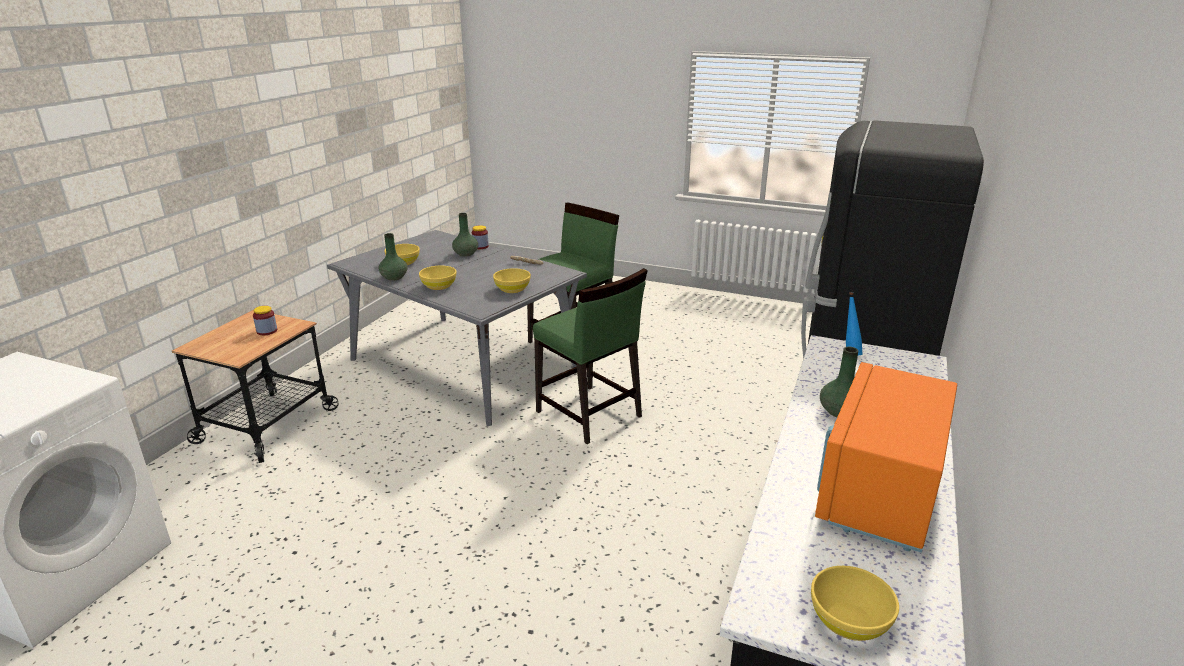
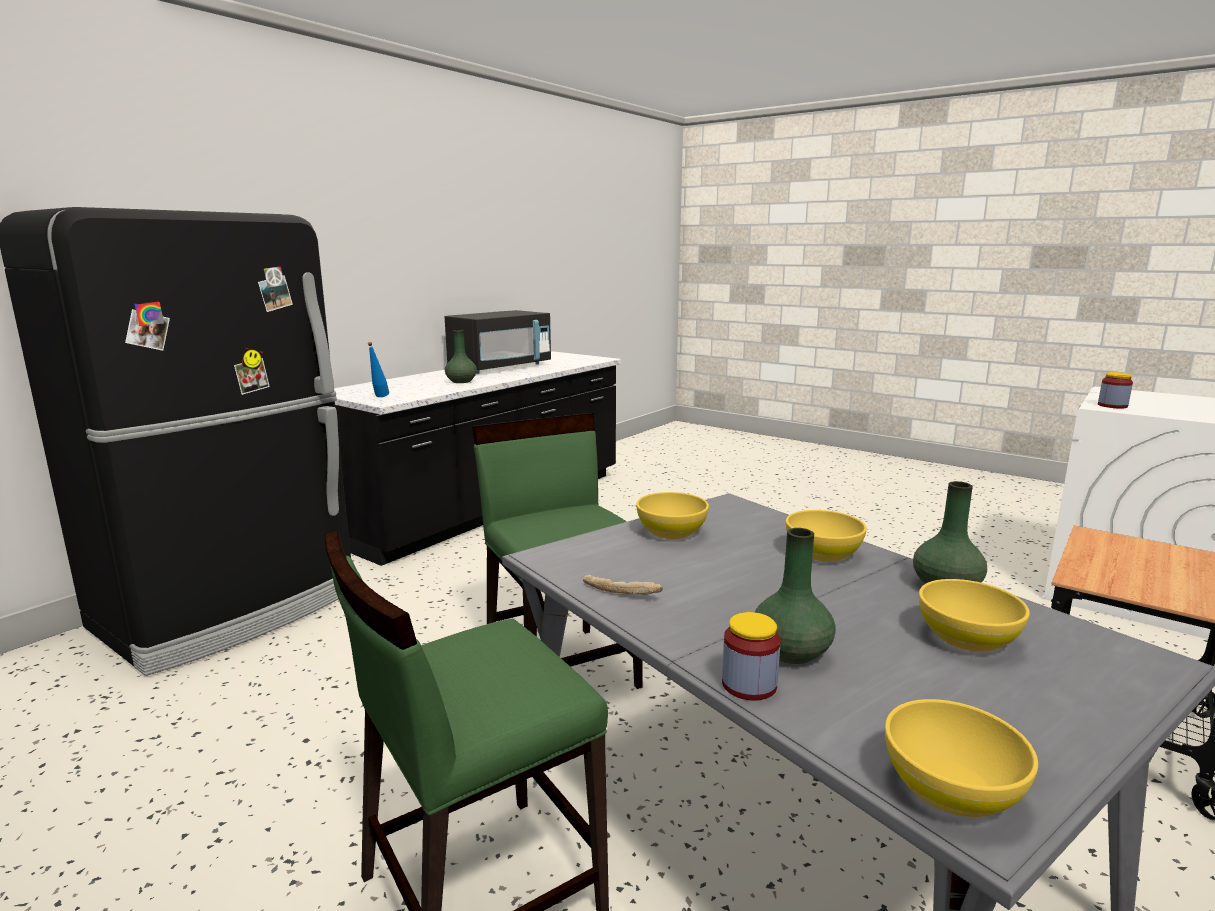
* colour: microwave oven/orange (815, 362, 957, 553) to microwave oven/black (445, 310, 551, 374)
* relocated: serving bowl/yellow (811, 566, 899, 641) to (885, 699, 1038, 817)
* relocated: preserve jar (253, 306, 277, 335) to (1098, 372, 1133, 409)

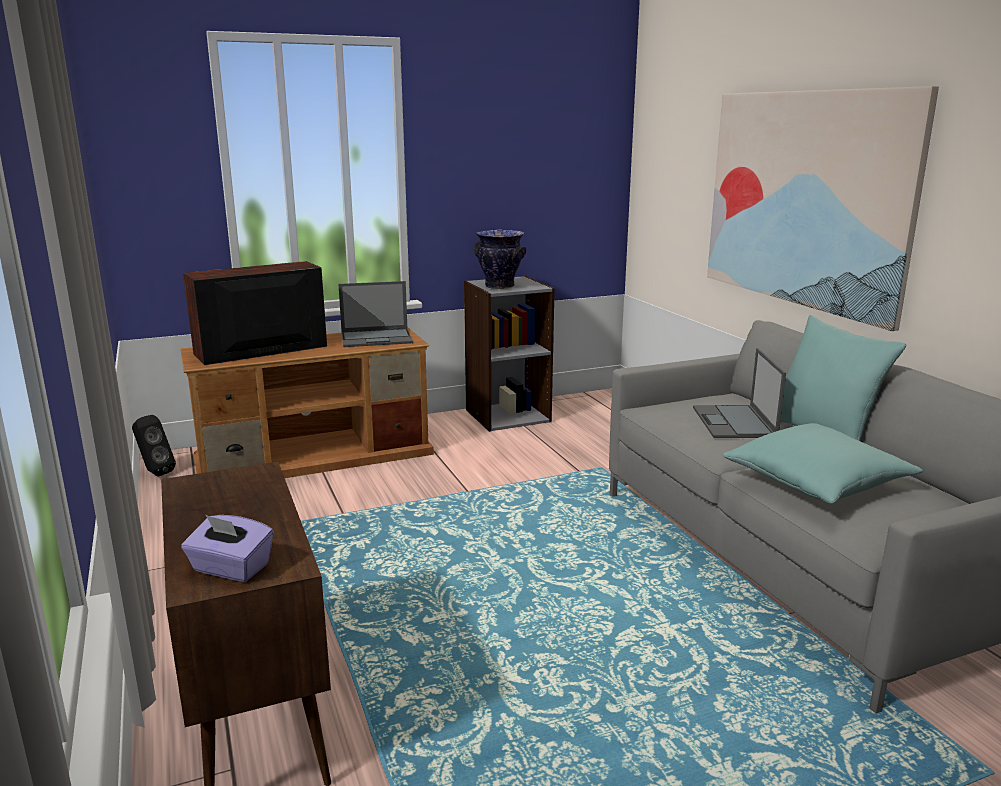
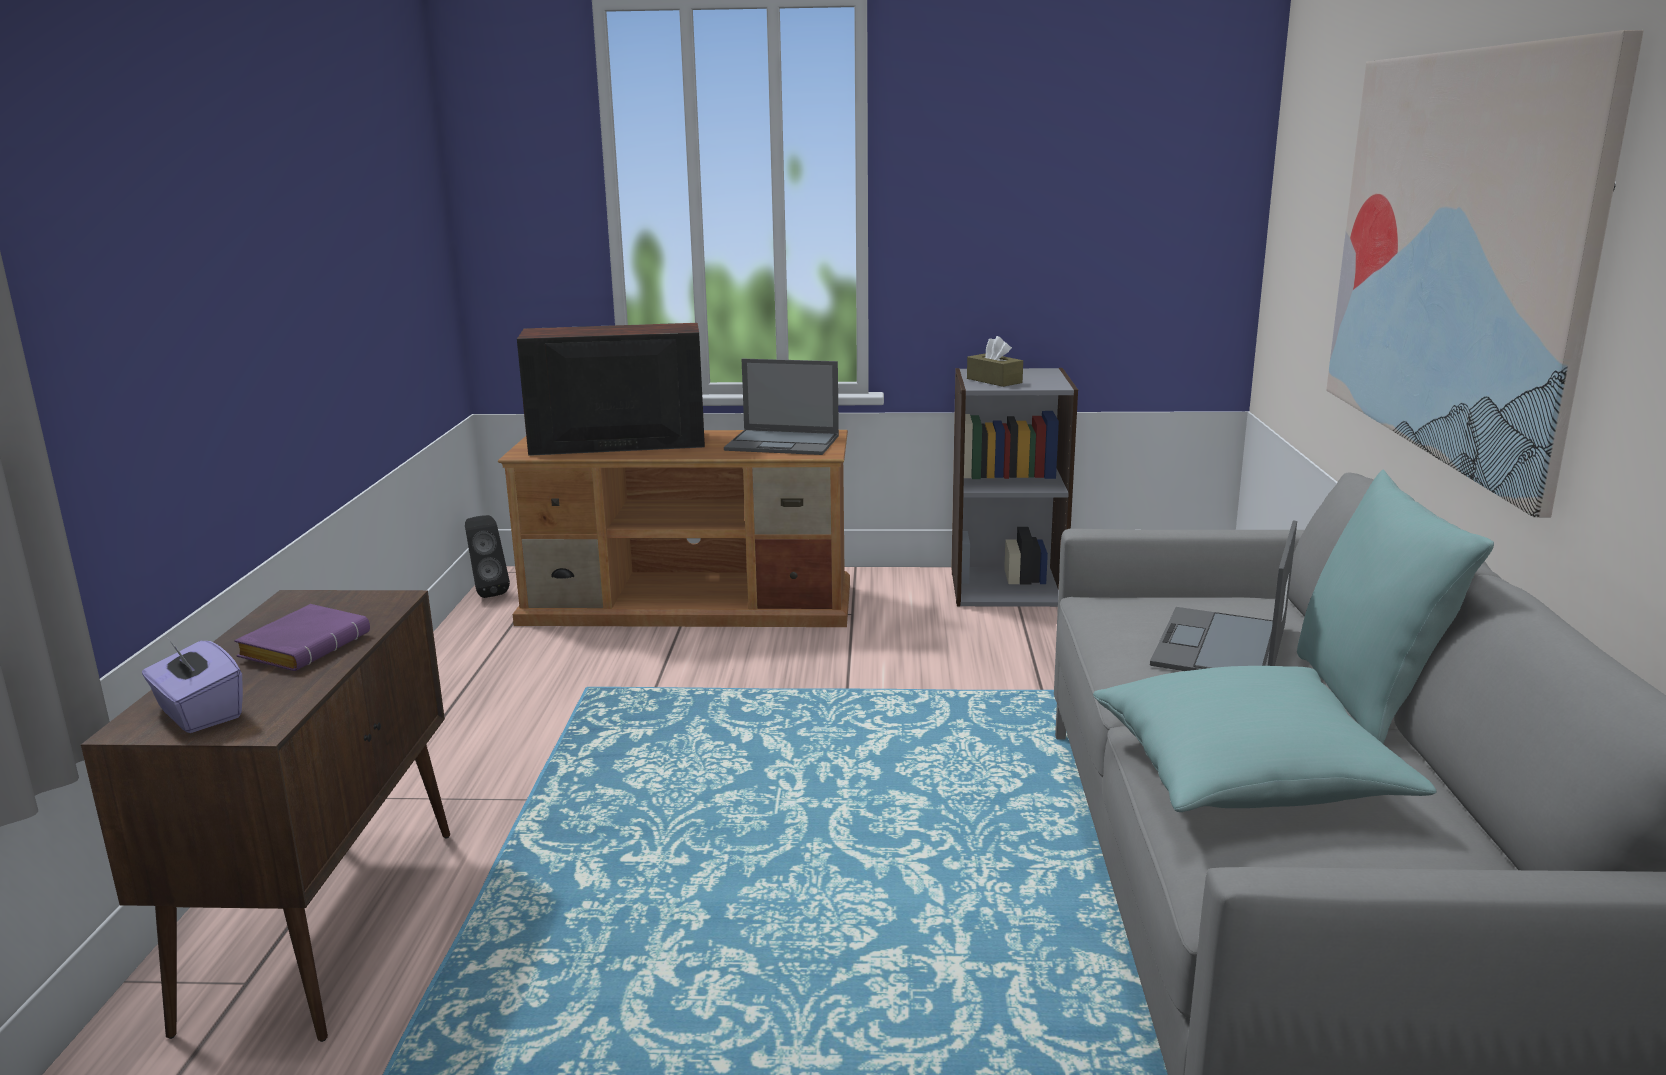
* appeared: bound book/purplish (234, 604, 370, 671)
* exchanged: decorative vase (474, 229, 526, 289) to tissue holder/brown-coloured (967, 336, 1023, 387)

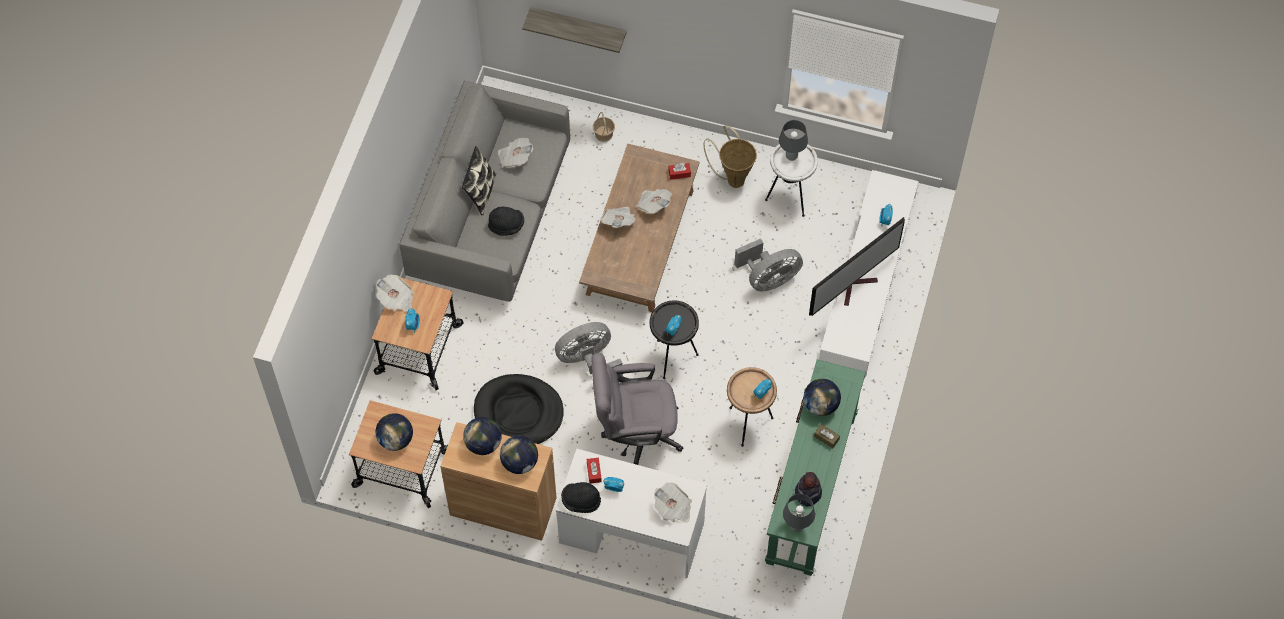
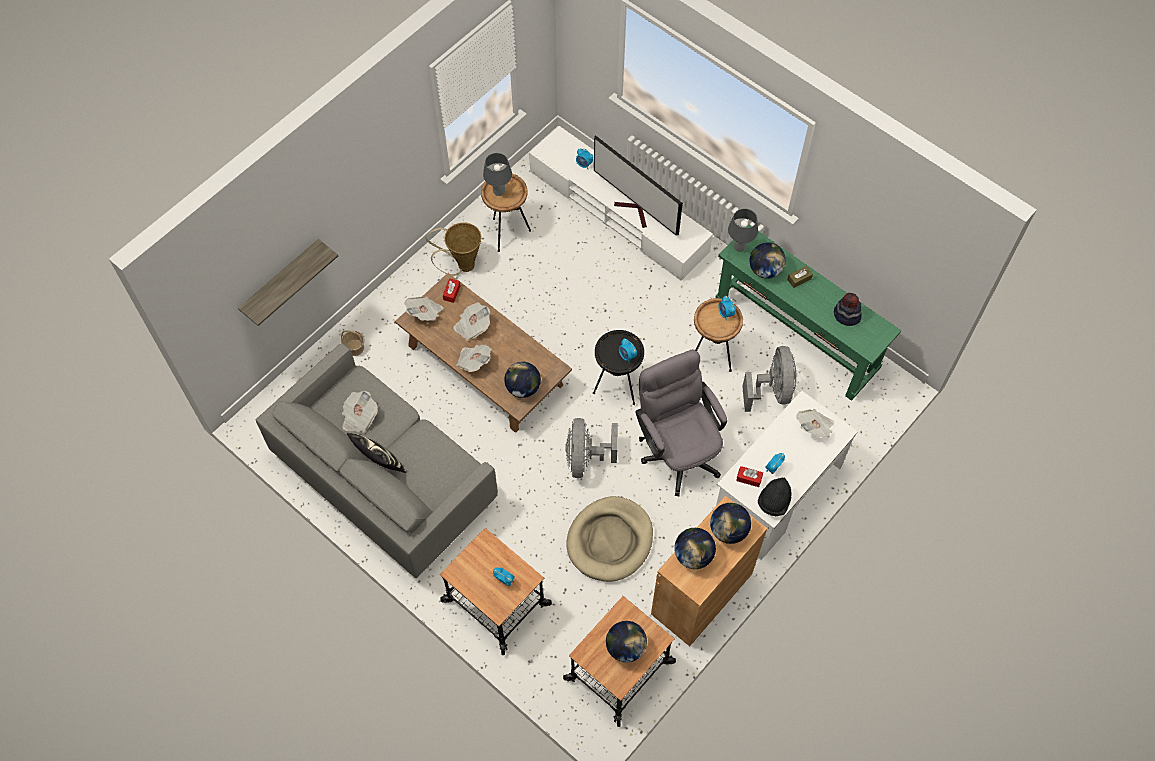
* relocated: printed paper (376, 275, 414, 312) to (404, 297, 444, 321)
* colour: accent table/white-coloured (765, 144, 818, 217) to accent table/brown-coloured (481, 174, 531, 252)
* appeared: world globe (504, 362, 541, 398)
* colour: dog bed/black (474, 374, 564, 444) to dog bed/beige (566, 496, 653, 582)
* spun: TV (809, 217, 905, 316) = (594, 135, 683, 235) 150 degrees clockwise
* spun: computer chair/grey (591, 353, 683, 465) = (635, 349, 727, 497) 135 degrees clockwise
* relocated: tabletop lamp/grey (783, 493, 815, 532) to (728, 209, 758, 252)
* relocated: cooling fan/grey (734, 238, 803, 292) to (742, 346, 797, 412)
* missing: hat/black (488, 207, 524, 236)

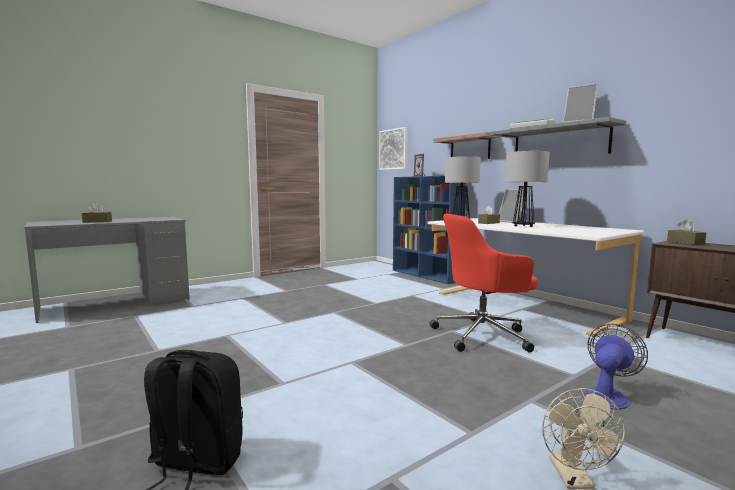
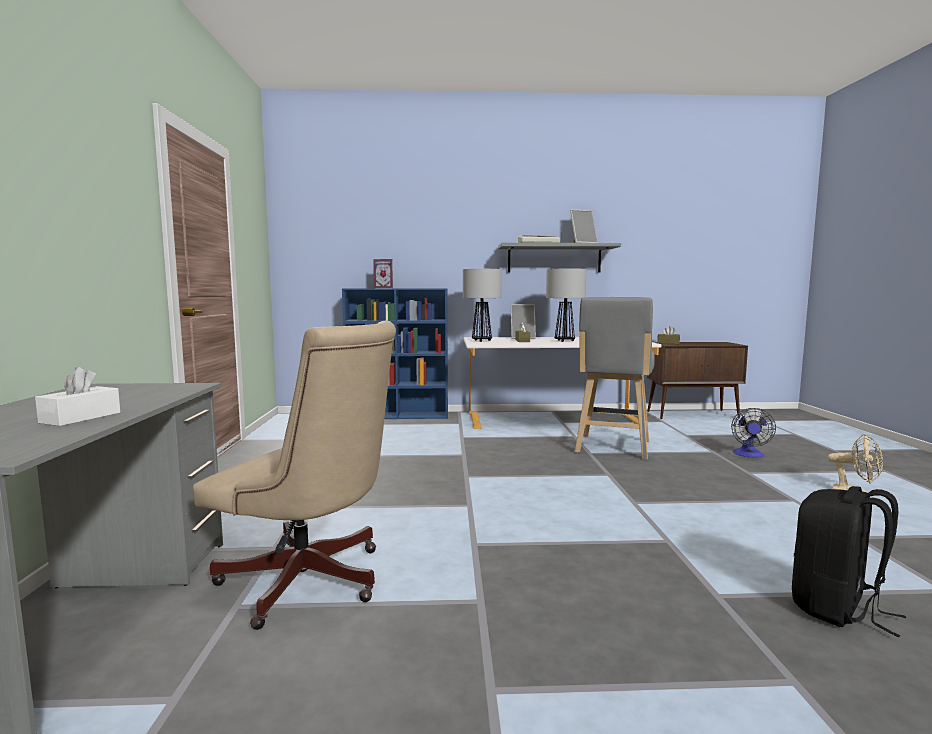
* colour: tissue holder/brown-coloured (82, 203, 112, 223) to tissue holder/white-coloured (35, 367, 120, 426)
* appeared: computer chair/beige (193, 321, 396, 630)
* exchanged: computer chair/red-coloured (430, 214, 538, 352) to stool seat/grey (575, 297, 655, 460)
* spun: cooling fan (584, 324, 648, 410) = (731, 408, 776, 458) 150 degrees counterclockwise
* missing: wall picture (379, 127, 408, 170)
* missing: shelf (433, 132, 499, 159)

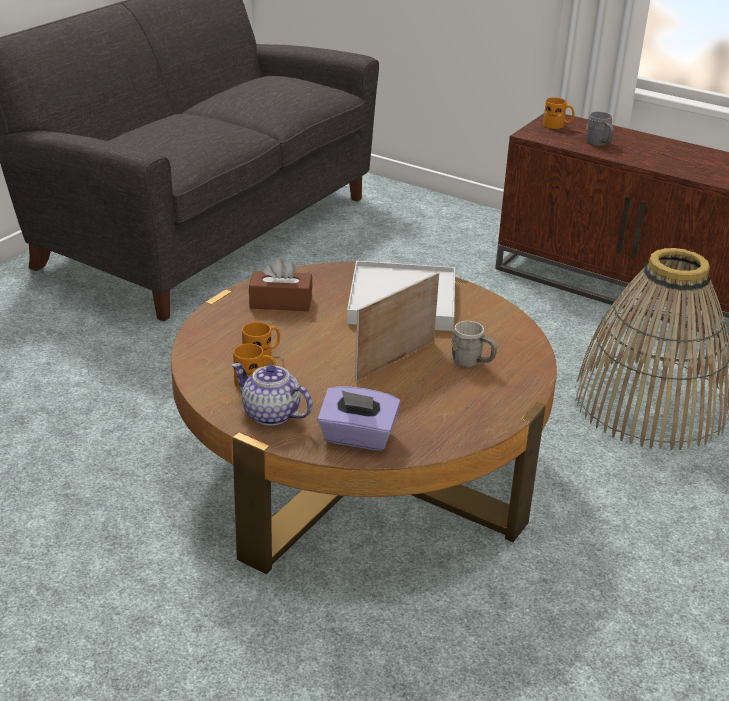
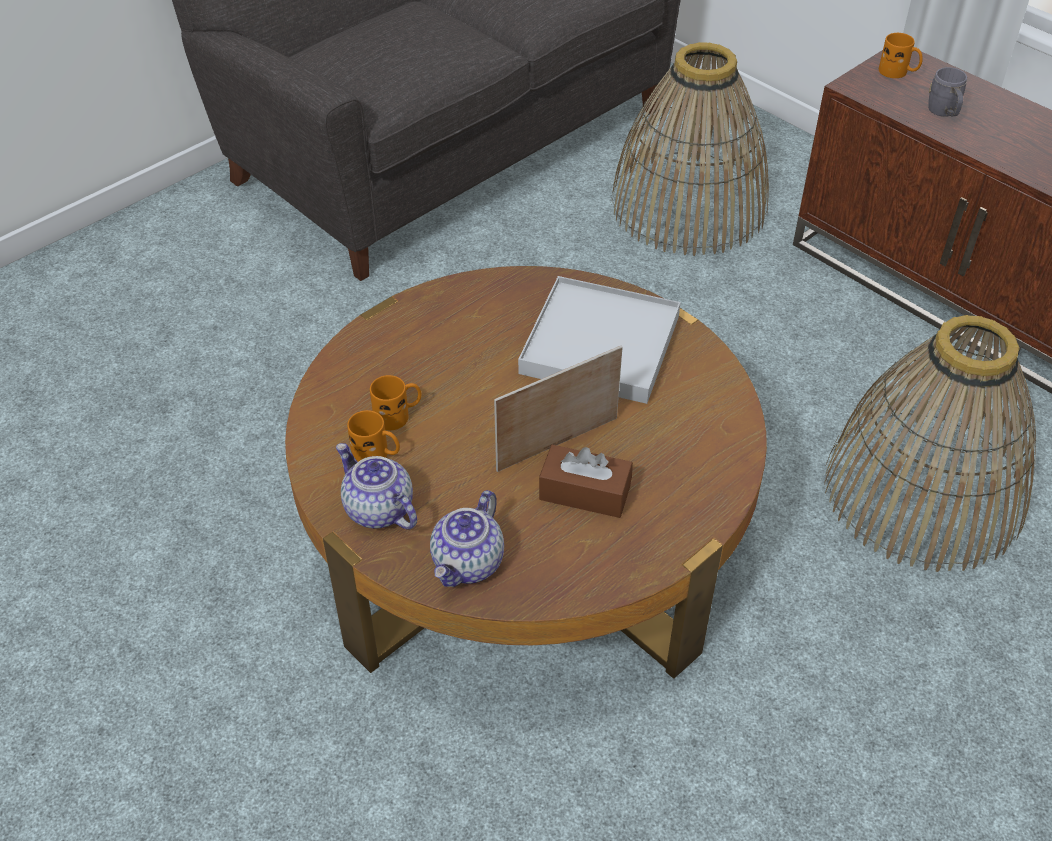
* exchanged: tissue holder/purplish (317, 386, 401, 451) to teapot (430, 490, 504, 587)
* relocated: tissue holder/brown-coloured (249, 258, 313, 311) to (539, 445, 633, 518)
* appeared: household basket (612, 42, 769, 256)
* missing: coffee mug/grey (451, 321, 497, 367)

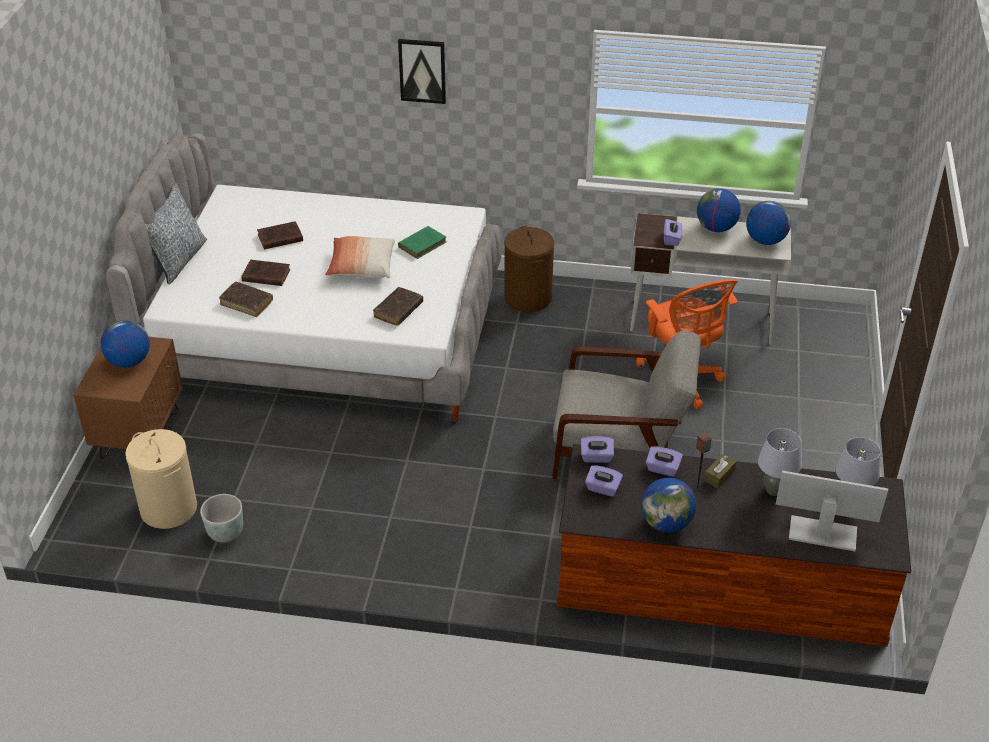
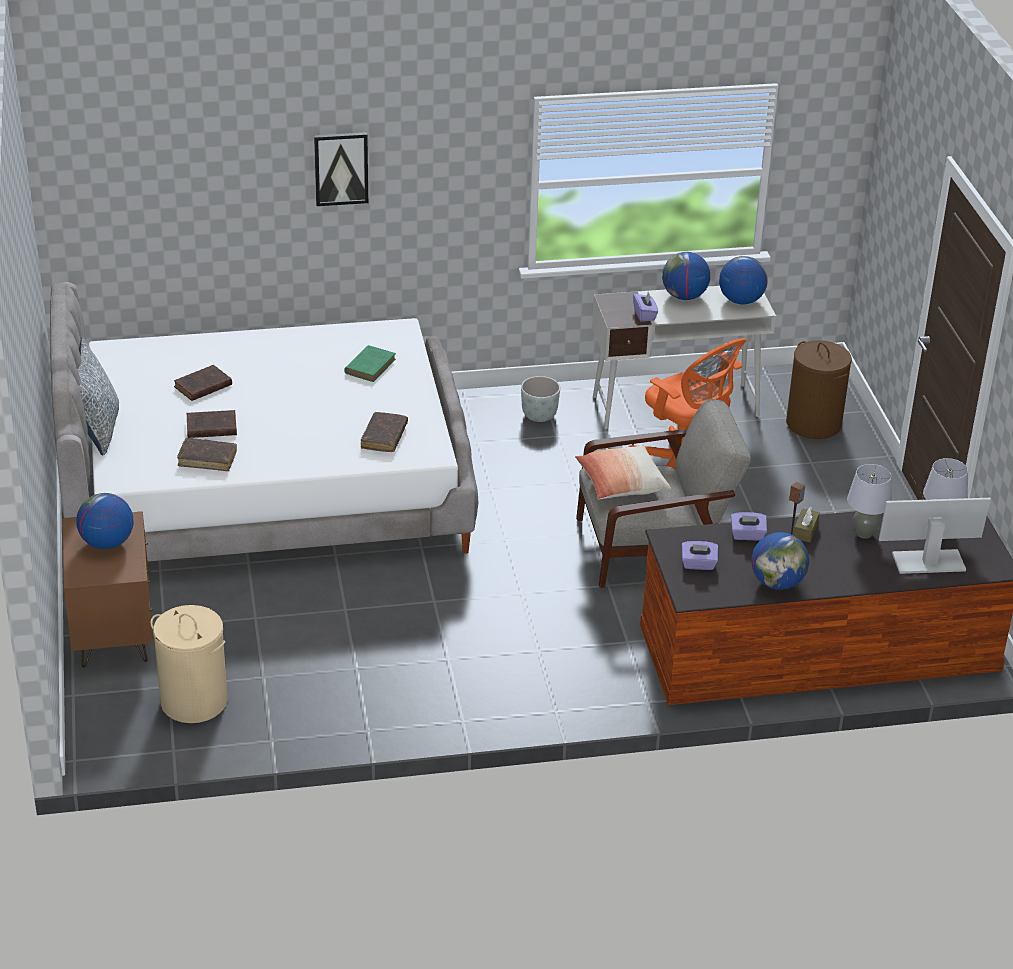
* relocated: planter/grey (200, 494, 243, 543) to (521, 376, 560, 422)
* relocated: cushion (325, 236, 395, 279) to (575, 446, 671, 500)
* relocated: hamper/brown-coloured (504, 226, 554, 312) to (786, 340, 852, 439)
* missing: tissue holder/purplish (581, 436, 614, 463)

